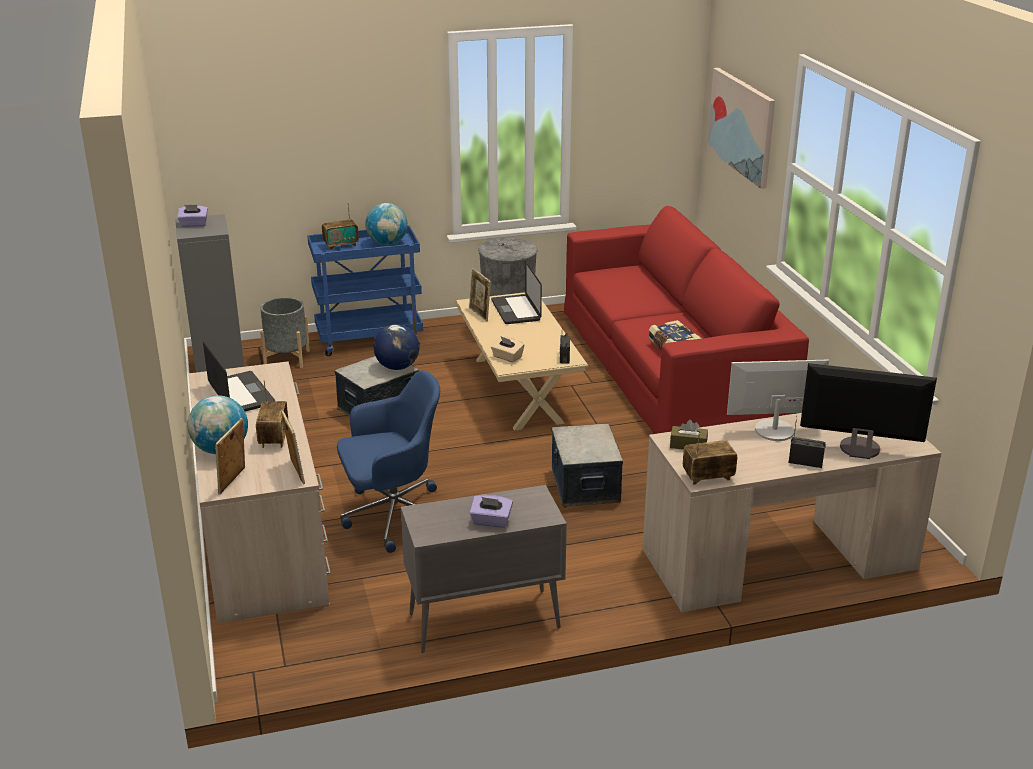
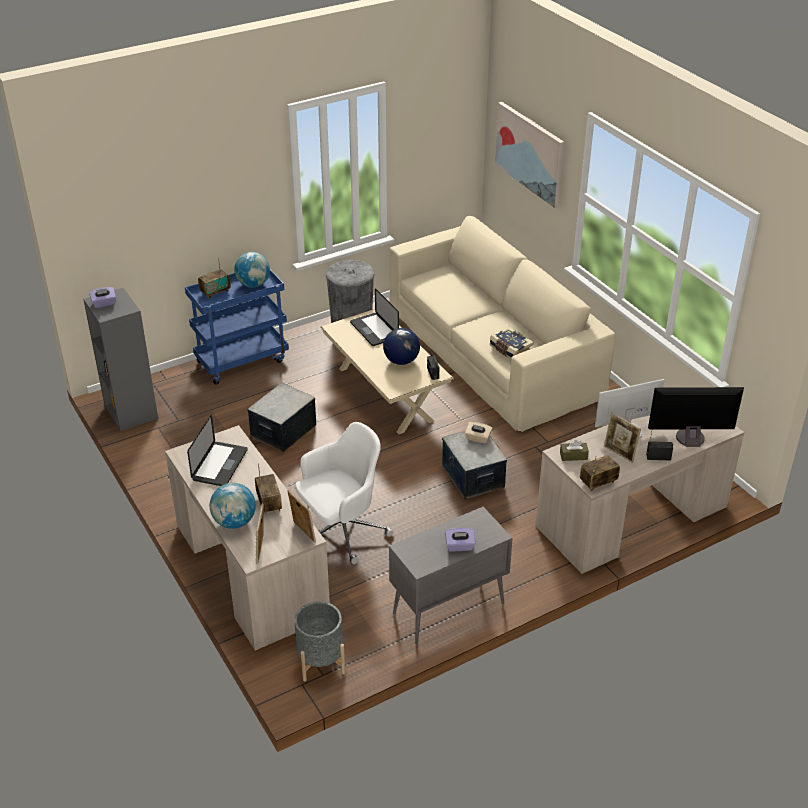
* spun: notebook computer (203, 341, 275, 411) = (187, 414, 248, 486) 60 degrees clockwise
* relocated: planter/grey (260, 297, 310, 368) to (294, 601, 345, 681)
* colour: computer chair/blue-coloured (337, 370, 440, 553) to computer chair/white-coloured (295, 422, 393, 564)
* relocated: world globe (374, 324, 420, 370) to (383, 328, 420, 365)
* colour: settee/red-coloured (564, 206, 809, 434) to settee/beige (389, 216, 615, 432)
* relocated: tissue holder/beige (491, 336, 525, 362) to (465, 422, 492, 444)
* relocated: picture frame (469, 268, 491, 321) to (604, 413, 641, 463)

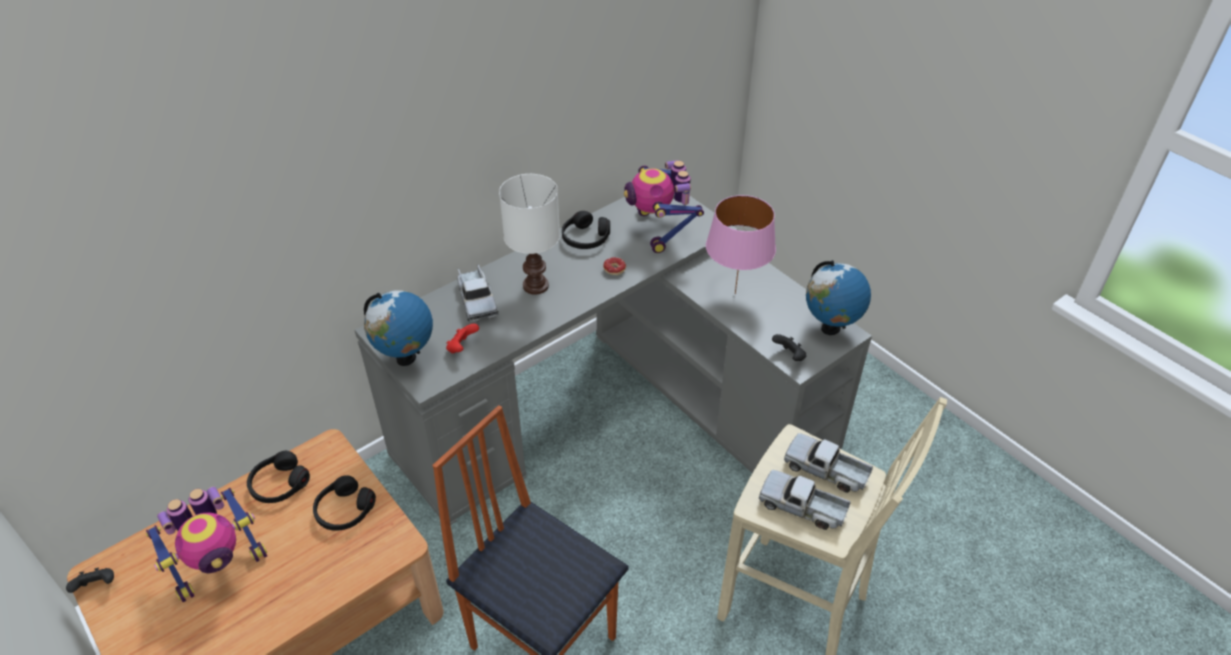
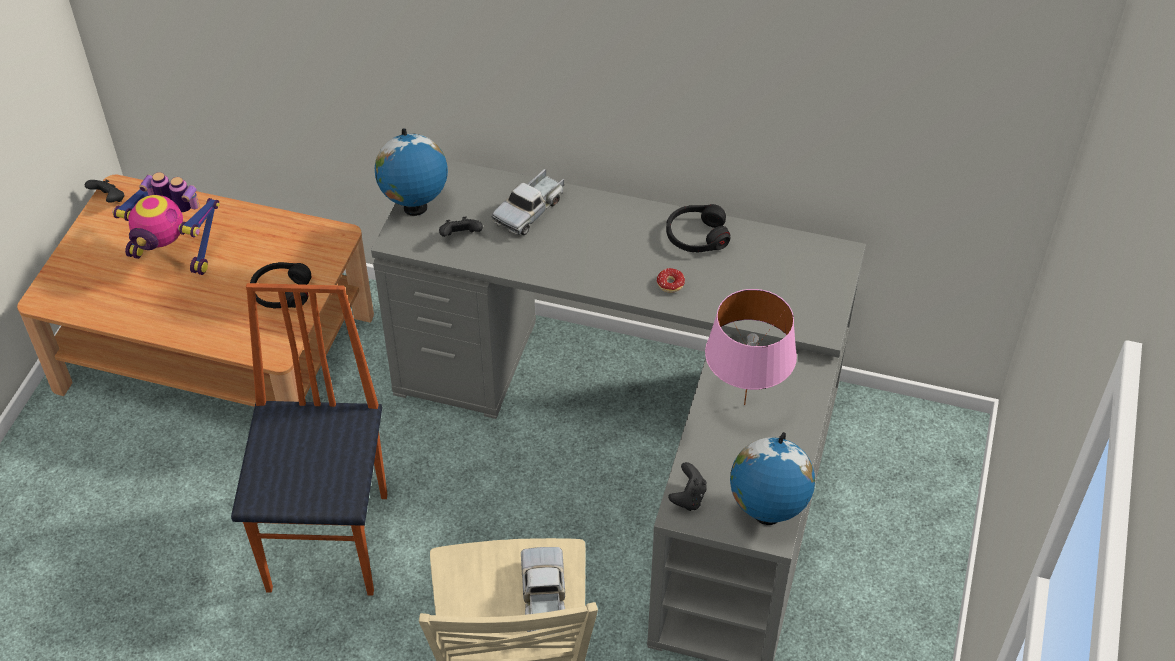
* colour: joypad/red-coloured (446, 324, 479, 353) to joypad/black (439, 217, 483, 237)
* missing: headset/black (247, 451, 310, 503)
* missing: tabletop lamp/white-coloured (499, 174, 560, 295)
* missing: toy robot (624, 160, 704, 253)
* missing: toy truck (759, 470, 851, 530)

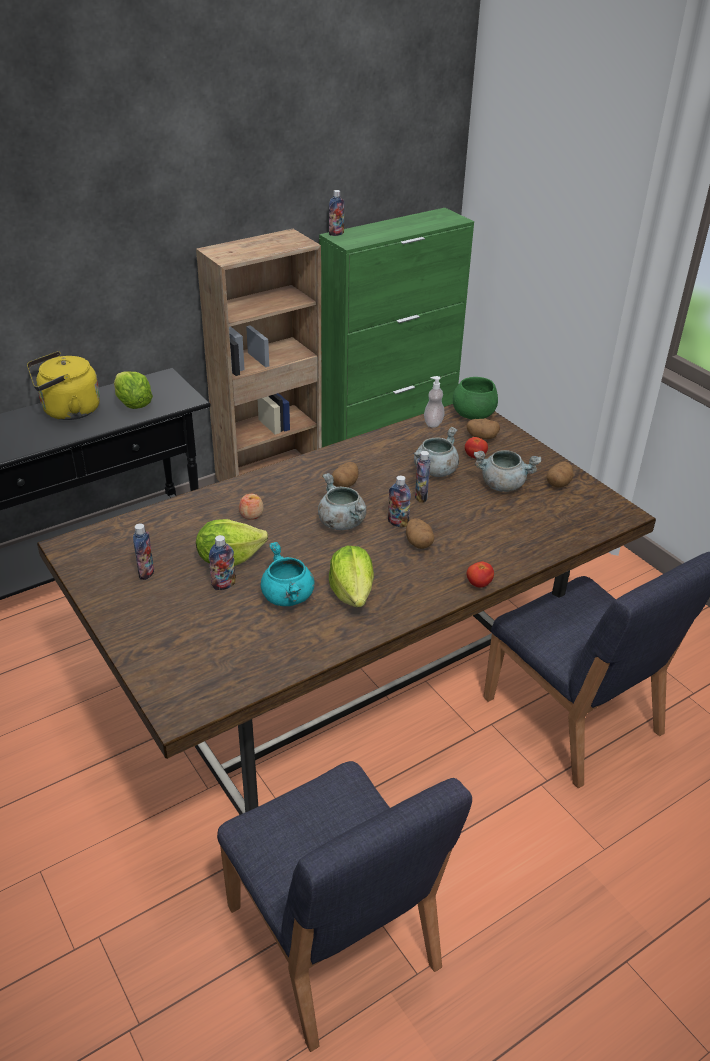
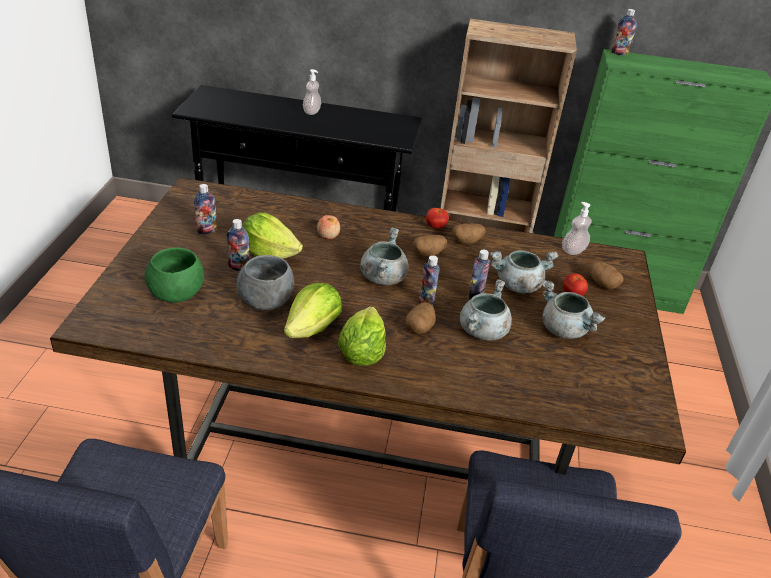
* relocated: serving bowl/greenish (453, 377, 498, 420) to (145, 247, 204, 303)
* exchanged: stockpot/blue-green (261, 542, 315, 606) to serving bowl/grey (237, 255, 294, 310)
* exchanged: kettle/yellow (27, 351, 100, 420) to soap bottle (303, 69, 321, 115)
* relocated: lettuce head (114, 371, 153, 409) to (338, 306, 386, 366)
* relocated: whole tomato (467, 561, 494, 588) to (426, 208, 449, 229)
* relocated: whole potato (547, 461, 573, 487) to (452, 223, 486, 244)
* appeared: stockpot/grey (460, 279, 512, 341)

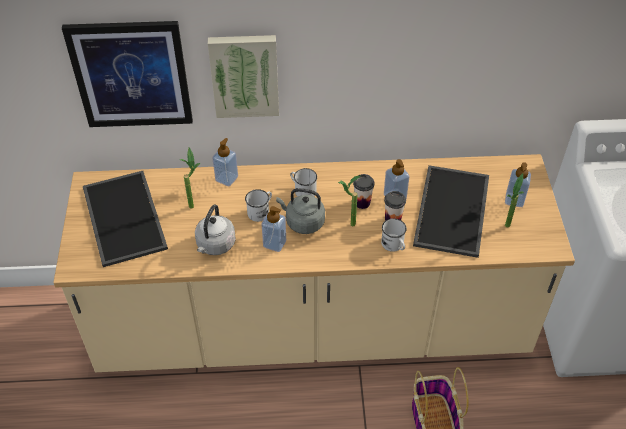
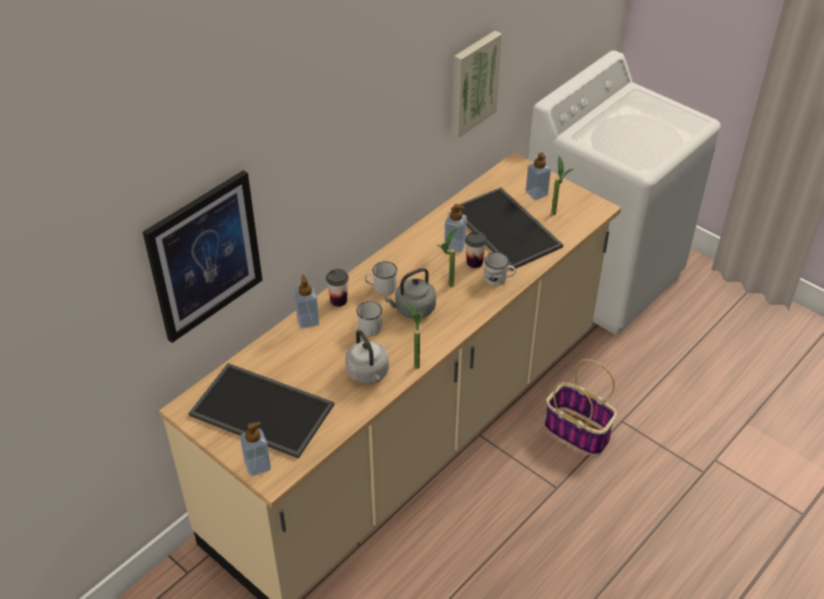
* relocated: soap bottle (262, 206, 286, 252) to (240, 422, 271, 476)
* relocated: cup (353, 174, 375, 209) to (326, 269, 349, 307)
* relocated: potted plant (180, 148, 200, 209) to (406, 302, 423, 369)
* relocated: wall picture (208, 35, 279, 118) to (452, 31, 502, 138)

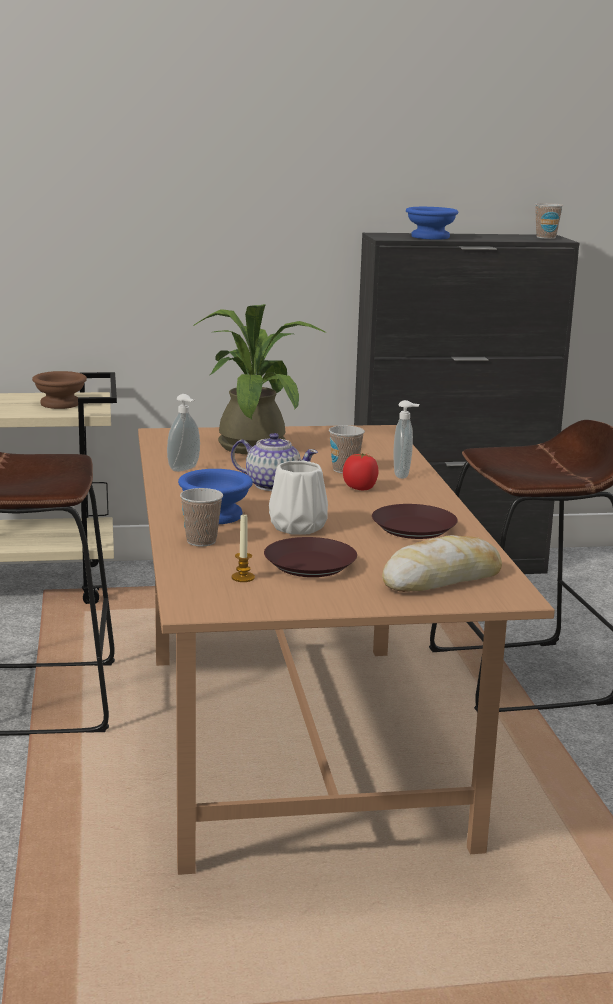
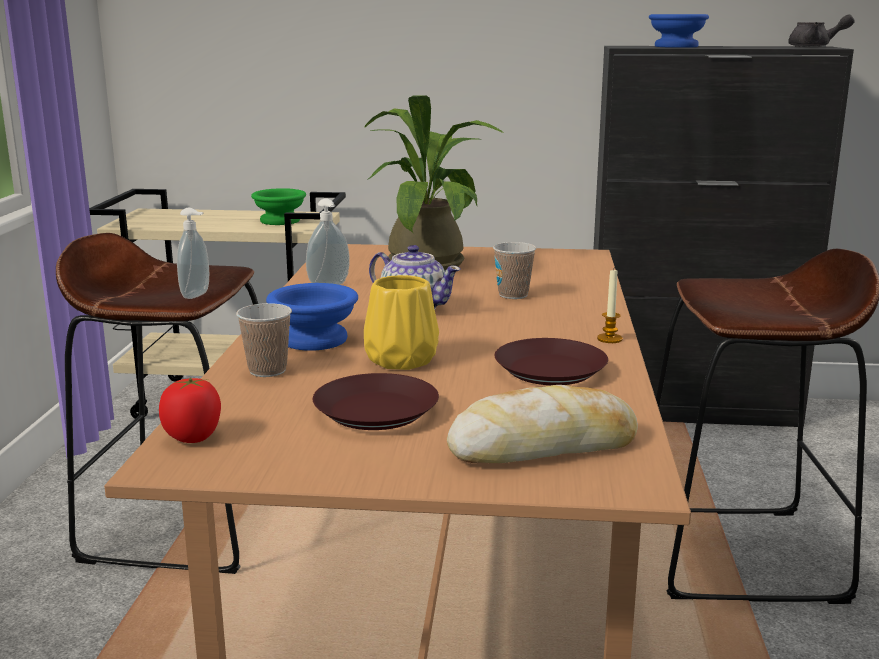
* relocated: whole tomato (343, 453, 379, 490) to (159, 378, 221, 443)
* relocated: soap bottle (393, 400, 420, 479) to (177, 208, 209, 299)
* colour: serving bowl/brown-coloured (32, 371, 87, 409) to serving bowl/greenish (251, 188, 306, 225)
* colour: decorative vase/white-coloured (269, 461, 328, 535) to decorative vase/yellow (364, 275, 439, 370)
* relocated: wax candle (232, 515, 255, 582) to (597, 269, 622, 343)
* exchanged: cup (535, 203, 563, 239) to teapot/grey (788, 14, 855, 47)

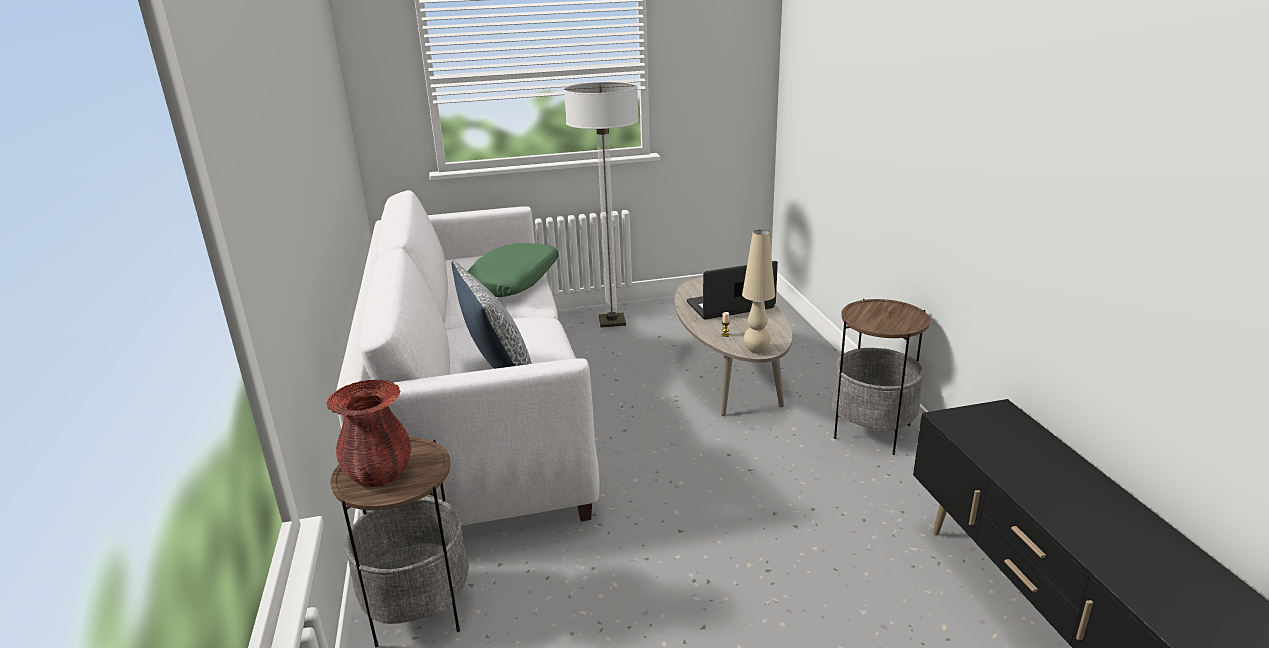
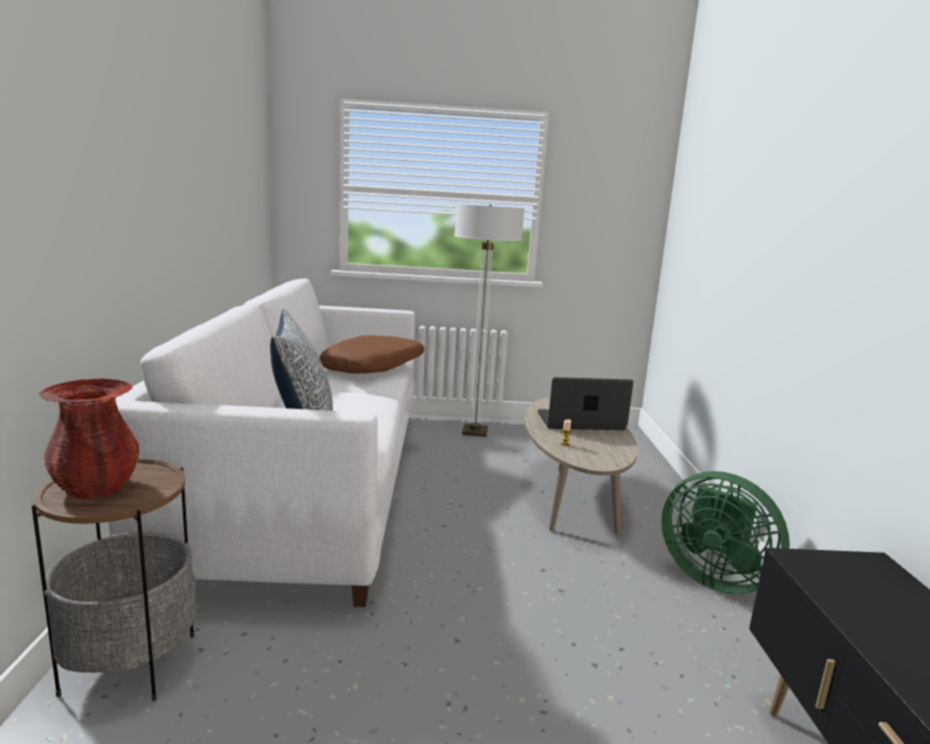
* colour: cushion/greenish (467, 243, 559, 297) to cushion/brown-coloured (319, 335, 424, 373)
* exchanged: accent table (832, 299, 930, 455) to cooling fan/greenish (661, 471, 790, 594)
* missing: tabletop lamp/beige (742, 230, 775, 353)

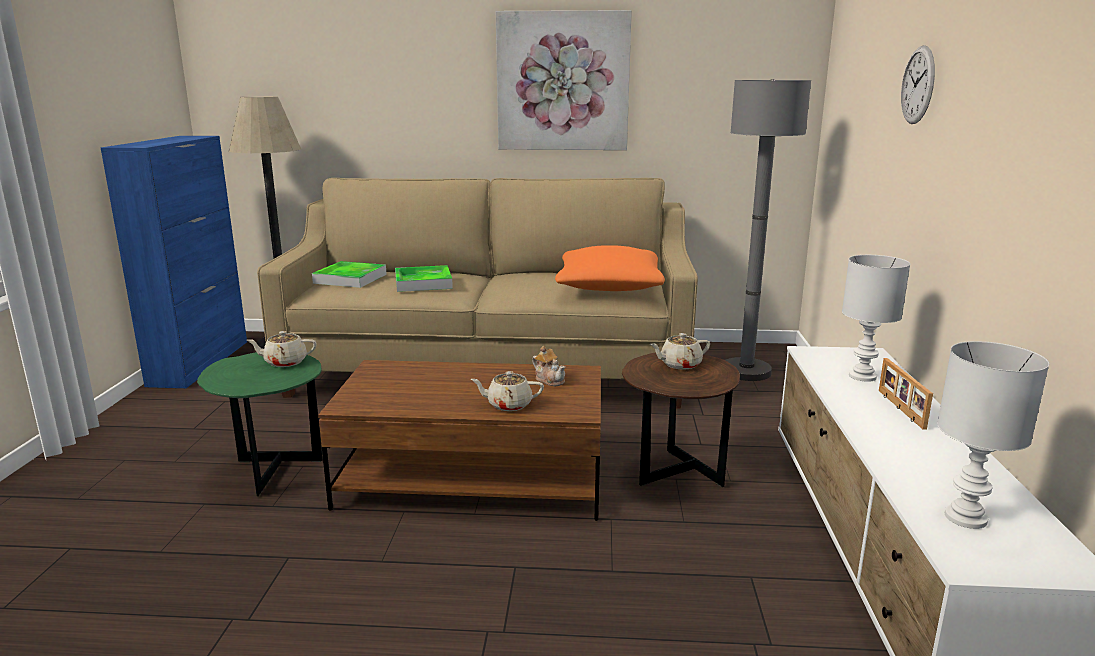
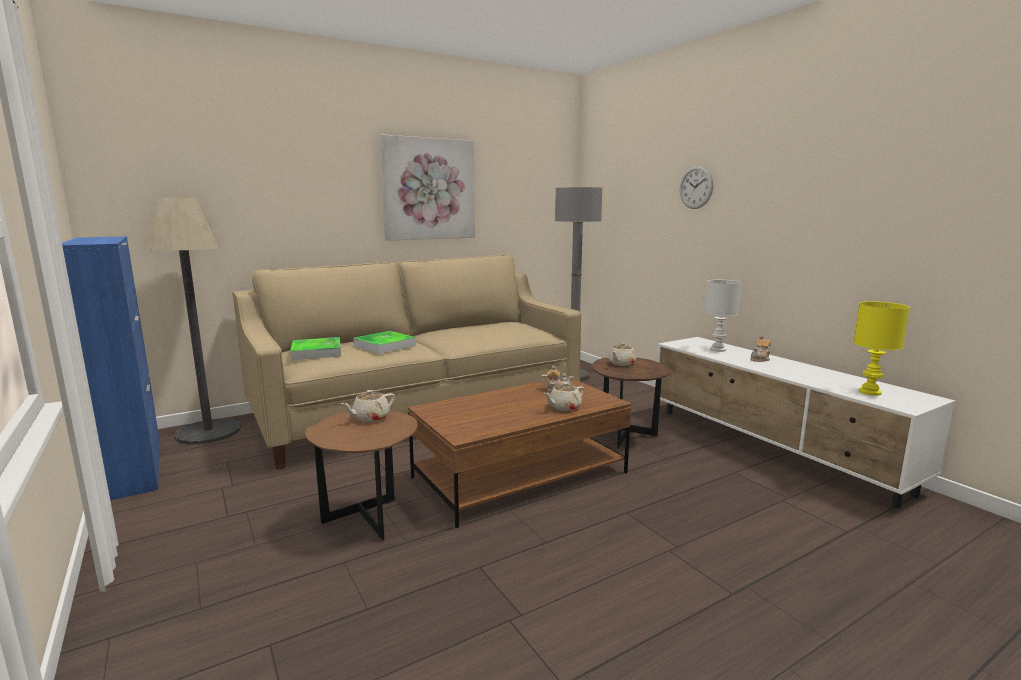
* colour: accent table/greenish (197, 352, 323, 496) to accent table/brown-coloured (305, 411, 418, 541)
* exchanged: picture frame (879, 358, 933, 430) to teapot (751, 335, 771, 362)
* colour: tabletop lamp/white-coloured (937, 341, 1049, 529) to tabletop lamp/yellow (853, 301, 910, 396)
* missing: cushion/orange (555, 245, 665, 291)

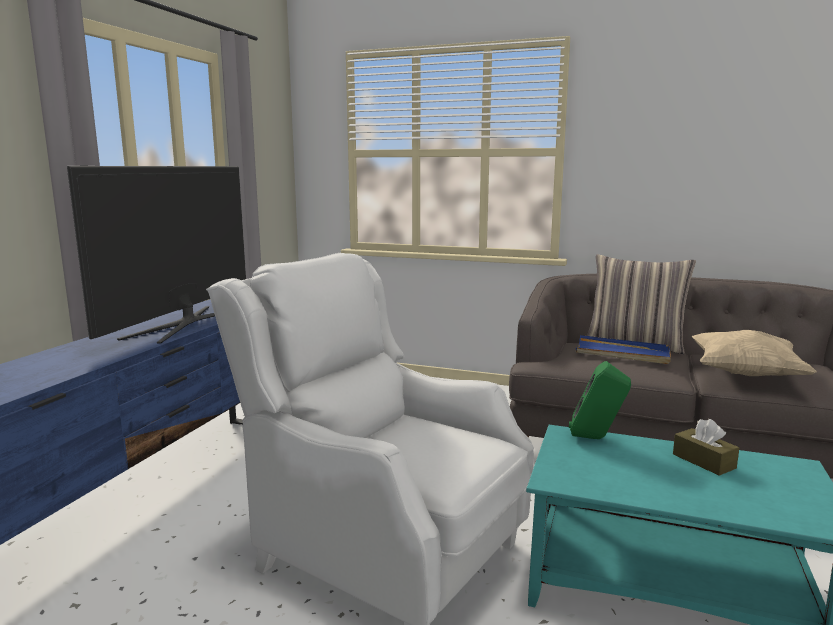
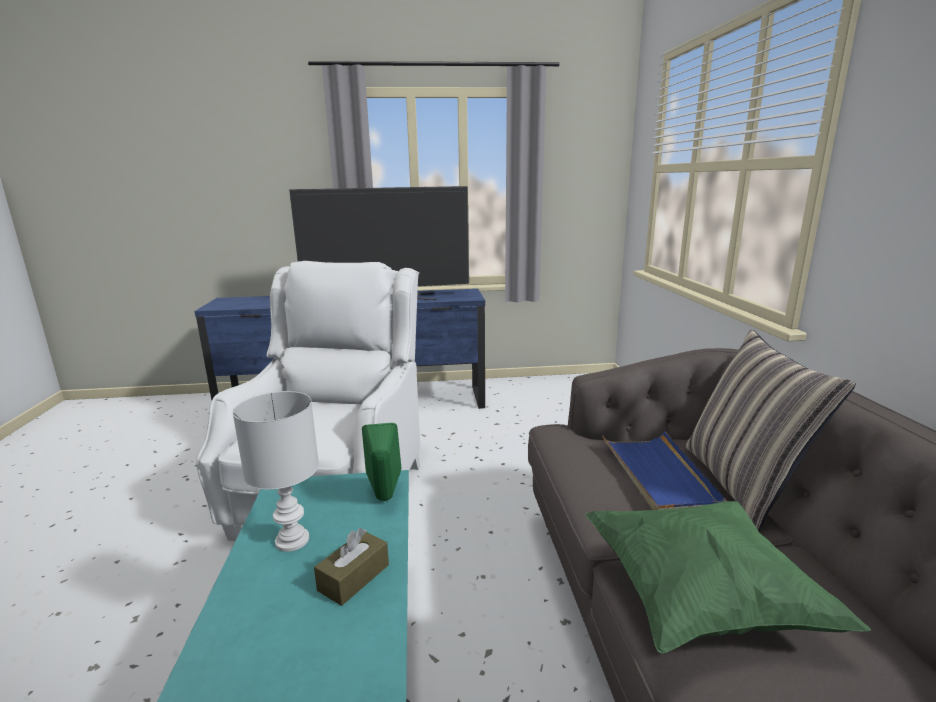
* appeared: tabletop lamp/white-coloured (233, 391, 319, 552)
* colour: cushion/beige (691, 330, 817, 376) to cushion/greenish (585, 501, 871, 653)

